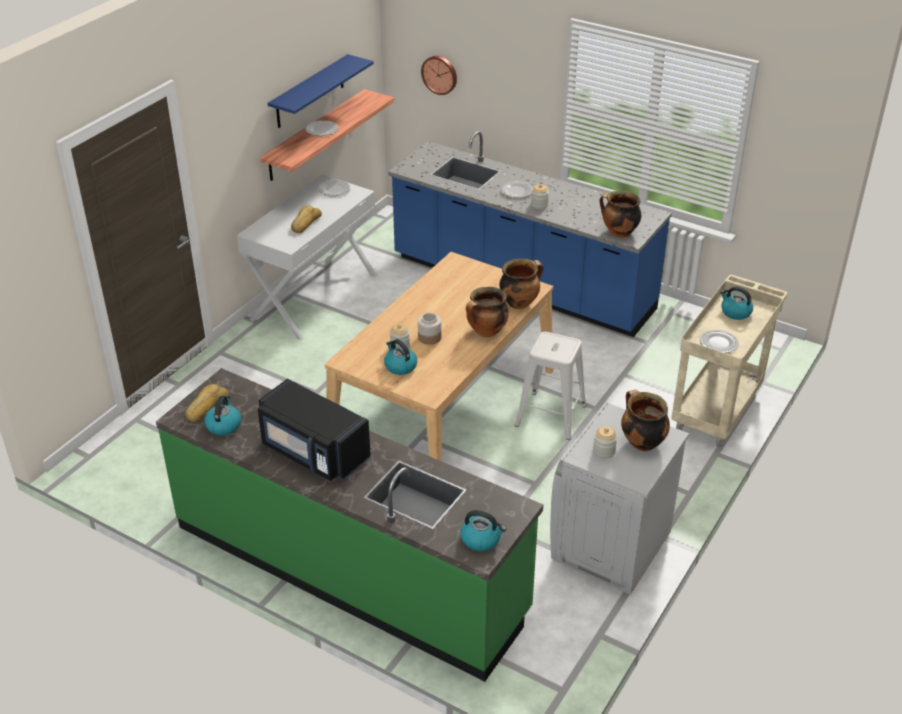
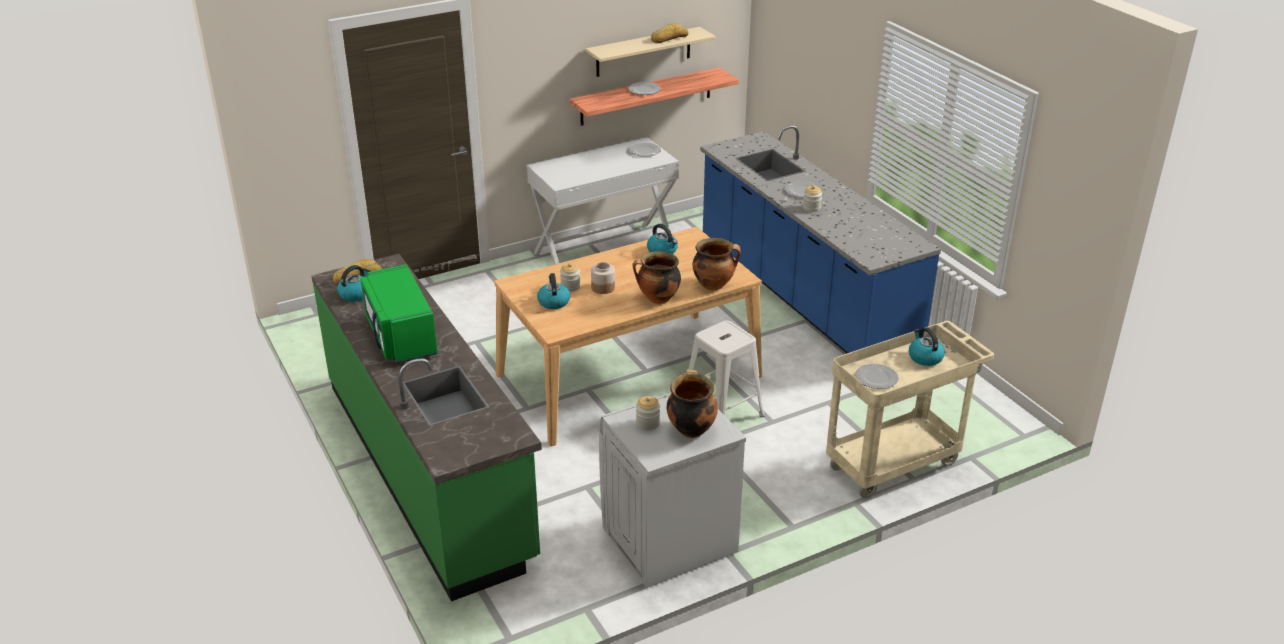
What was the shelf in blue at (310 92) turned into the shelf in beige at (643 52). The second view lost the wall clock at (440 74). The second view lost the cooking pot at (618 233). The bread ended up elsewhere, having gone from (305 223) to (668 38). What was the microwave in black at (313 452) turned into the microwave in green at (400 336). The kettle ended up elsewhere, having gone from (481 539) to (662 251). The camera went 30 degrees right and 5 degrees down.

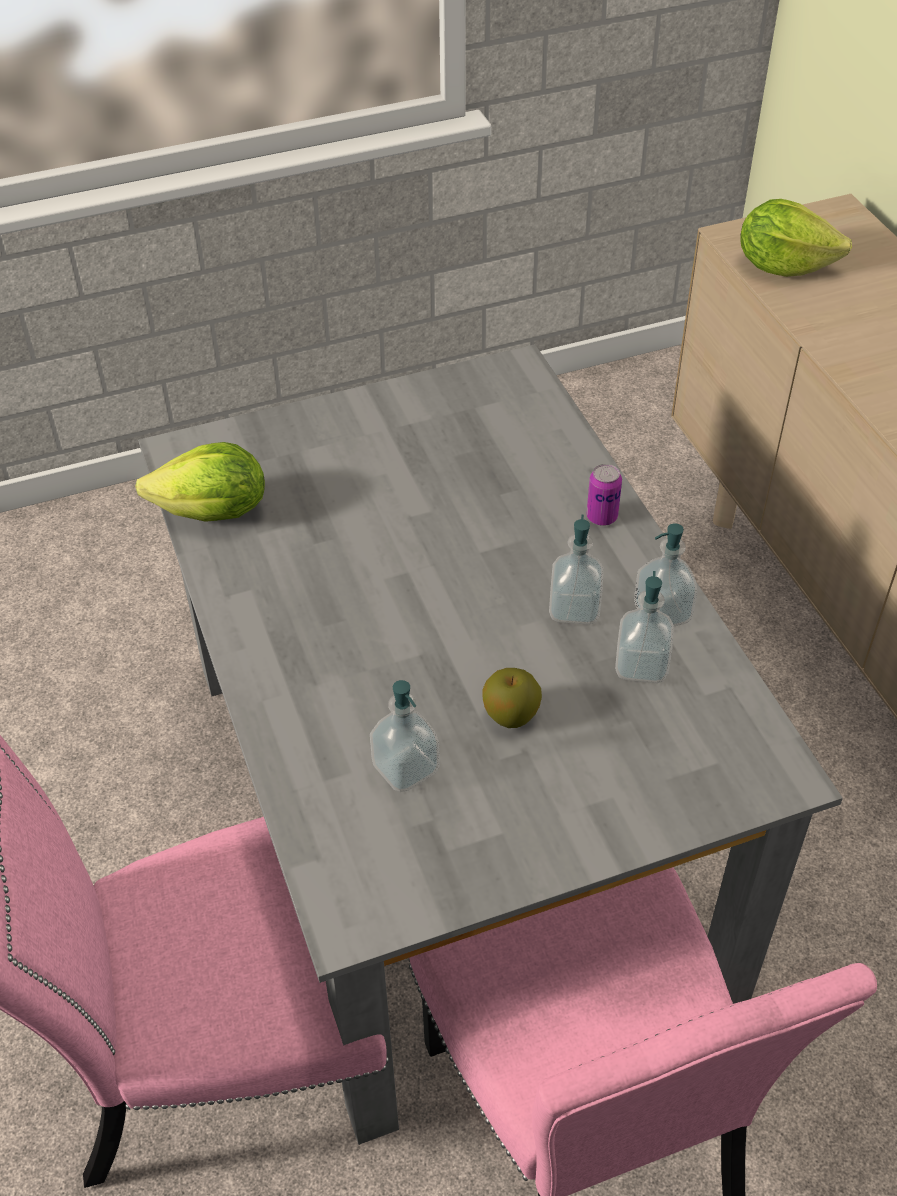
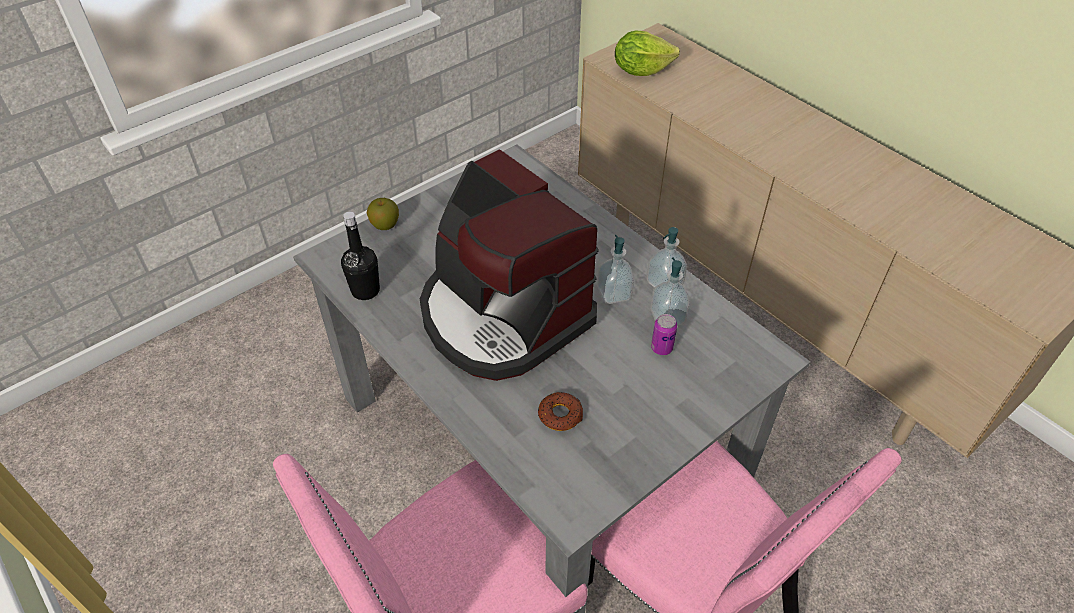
Where the lettuce stood at (213 513), the bottle in black came to stand at (365 290). The can ended up elsewhere, having gone from (601 517) to (661 348). The apple ended up elsewhere, having gone from (511 715) to (385 225). Where the soap dispenser stood at (405 768), the donut came to stand at (560 415). The second view gained the coffee machine at (502 316). The camera went 20 degrees left and 0 degrees up.

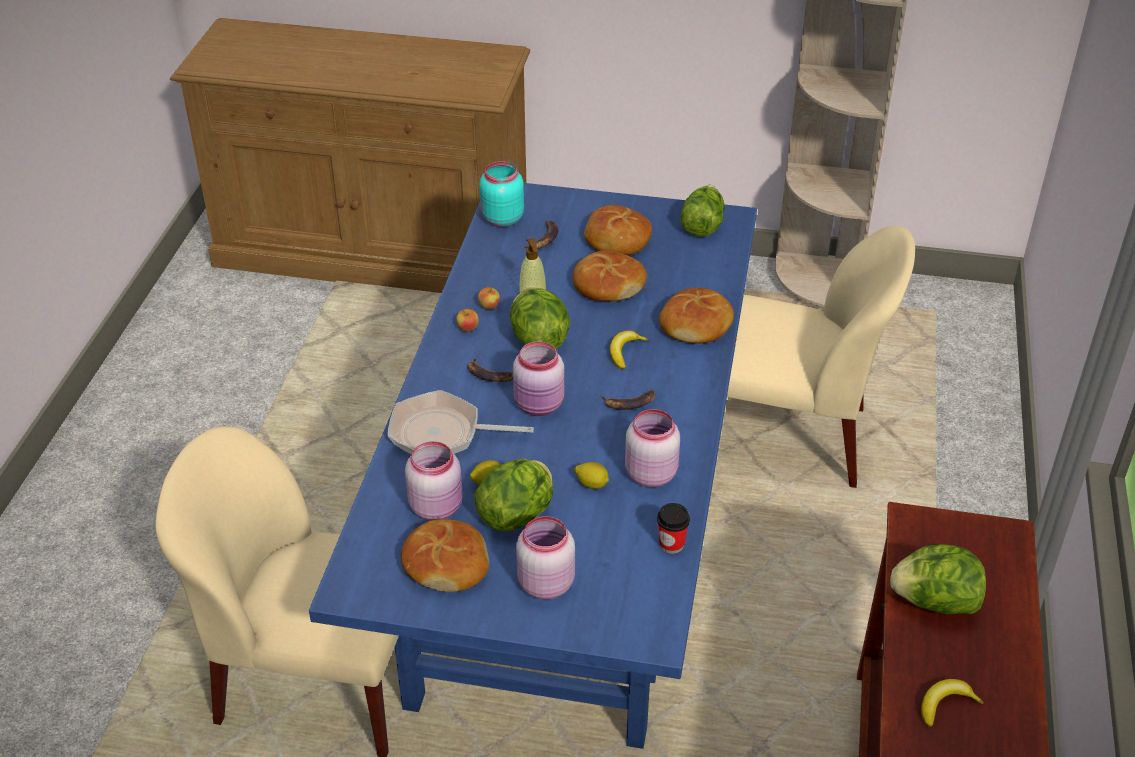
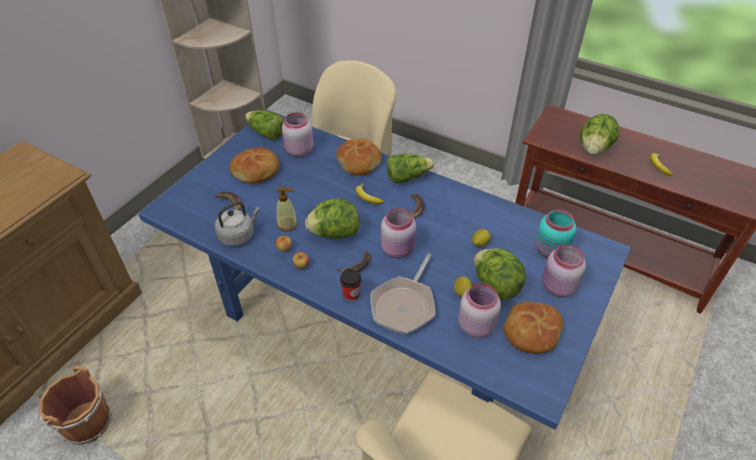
The jar in turquoise ended up elsewhere, having gone from (501 219) to (551 251). The second view lost the bread at (607 286). The jar in pink ended up elsewhere, having gone from (650 473) to (298 150). The cup ended up elsewhere, having gone from (671 544) to (351 294). The second view gained the lettuce at (407 177). The second view gained the kettle in grey at (238 235). The second view gained the bucket in brown at (85 423). The camera went 70 degrees left and 5 degrees up.

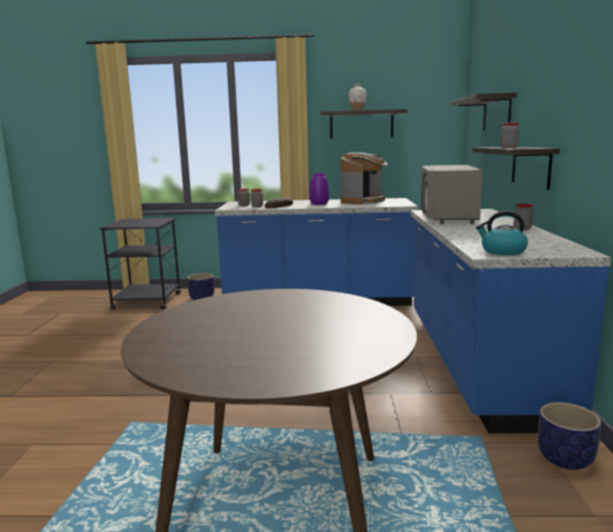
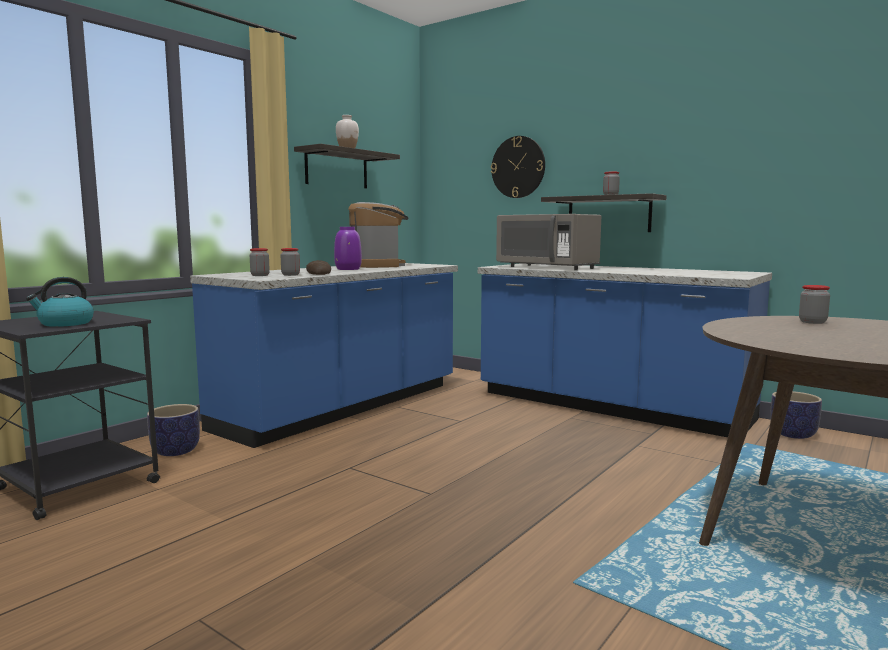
Where the shelf hung at (496 113), the wall clock came to hang at (518 167). The jar ended up elsewhere, having gone from (522 228) to (812 322). The kettle ended up elsewhere, having gone from (502 251) to (65 323). The camera went 55 degrees left and 5 degrees down.

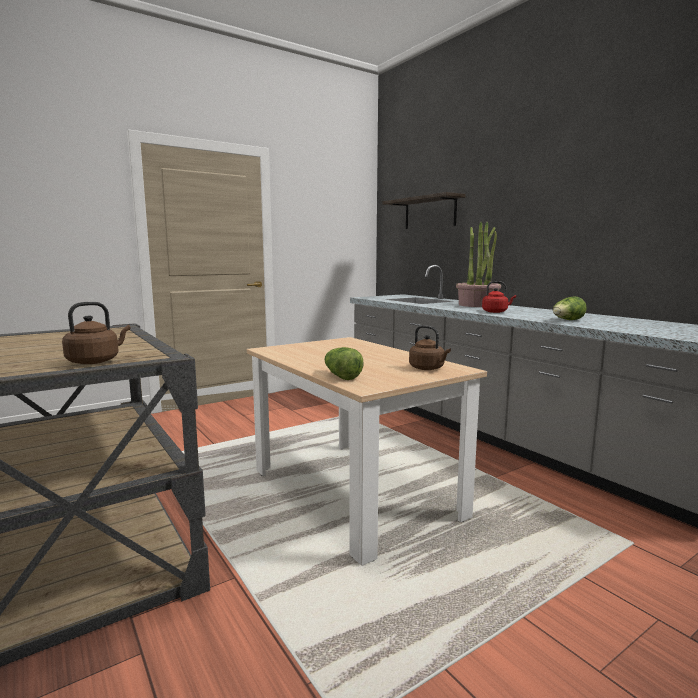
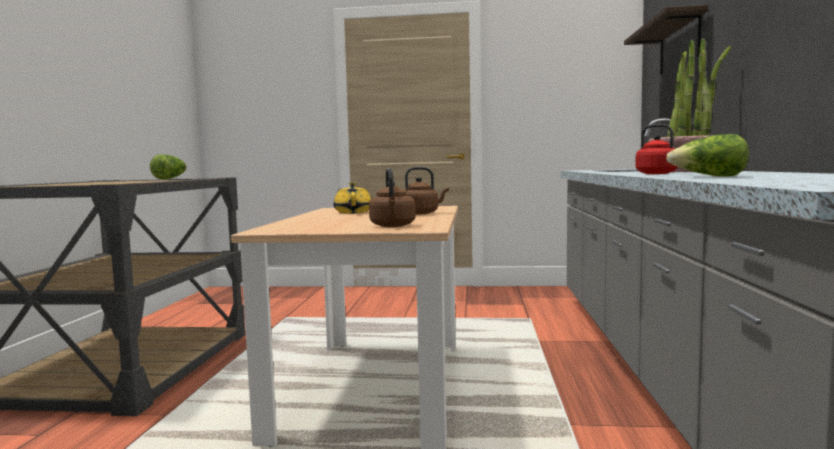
The kettle in brown ended up elsewhere, having gone from (96 361) to (422 213). The lettuce ended up elsewhere, having gone from (341 376) to (170 179). The second view gained the teapot in yellow at (353 212). The camera went 40 degrees right and 5 degrees down.

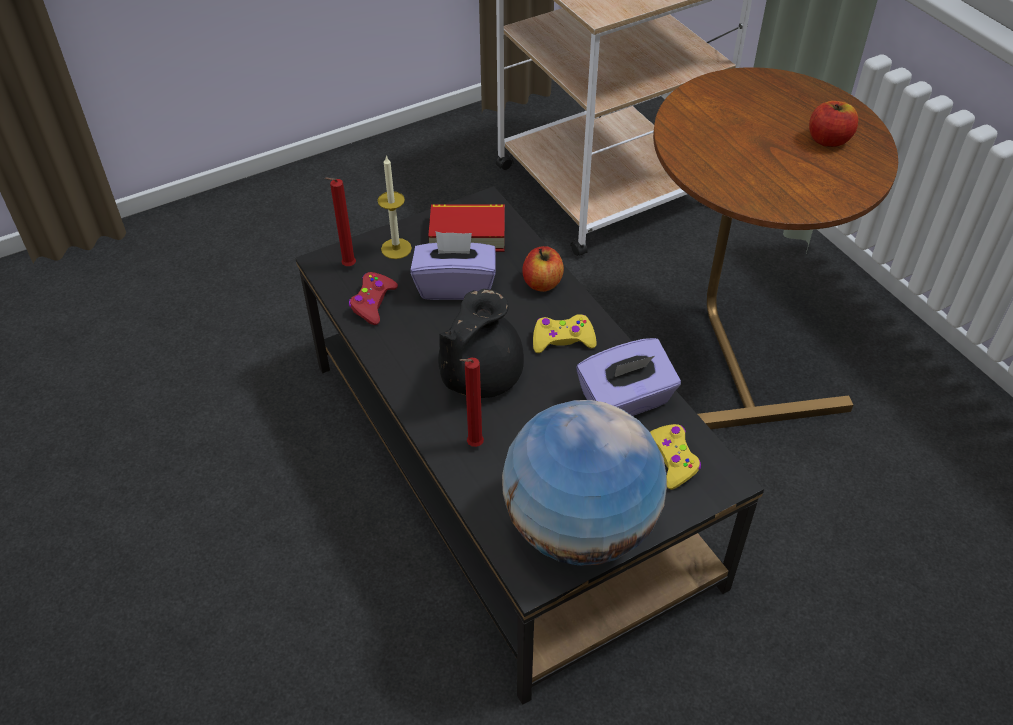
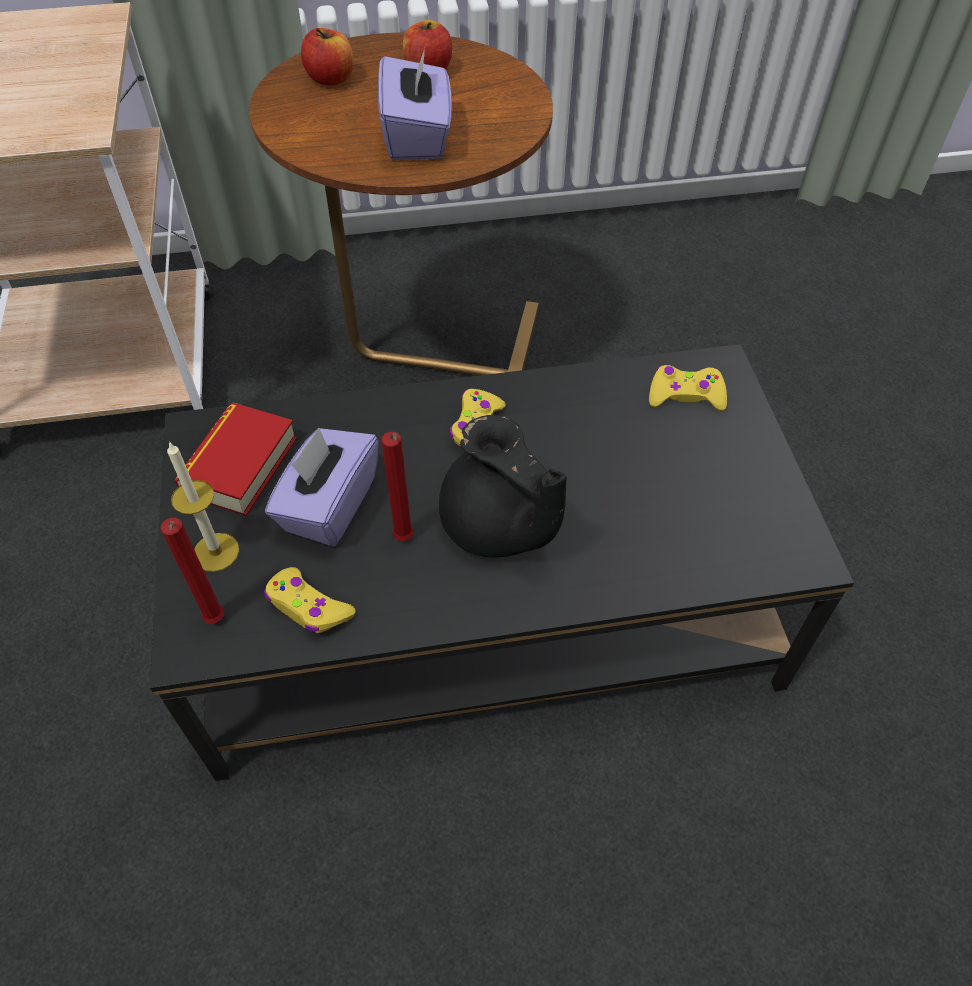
The apple ended up elsewhere, having gone from (542 283) to (331 79). What was the game controller in red at (373 303) turned into the game controller in yellow at (308 607). The tissue box in purple ended up elsewhere, having gone from (625 401) to (417 137). The candle in red ended up elsewhere, having gone from (473 445) to (404 540). The second view lost the globe at (579 527). The camera went 70 degrees left and 5 degrees up.

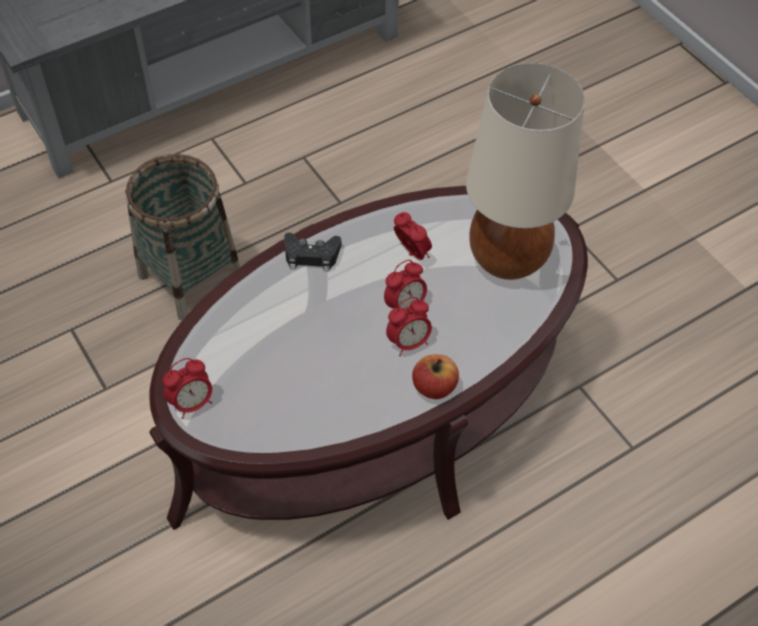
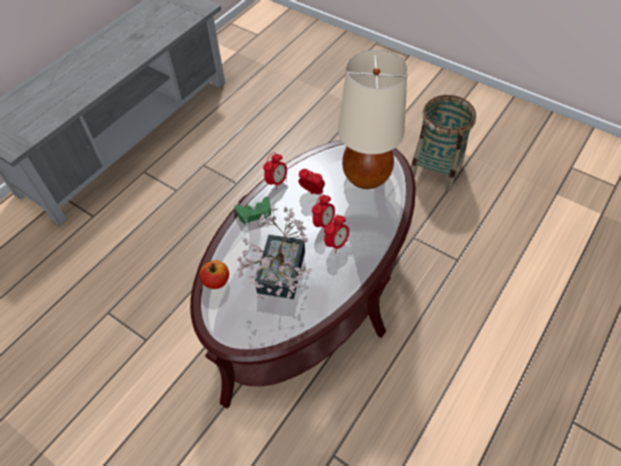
The basket ended up elsewhere, having gone from (190 277) to (435 169). What was the game controller in black at (311 255) turned into the game controller in green at (254 213). The apple ended up elsewhere, having gone from (434 387) to (216 281). The alarm clock ended up elsewhere, having gone from (192 403) to (276 182). The second view gained the potted plant at (279 278). The camera went 20 degrees left and 0 degrees up.

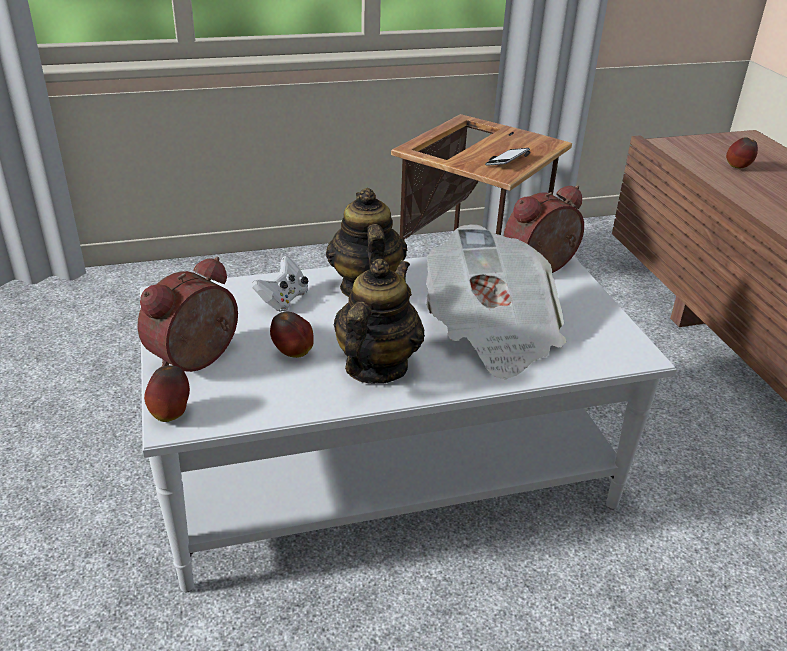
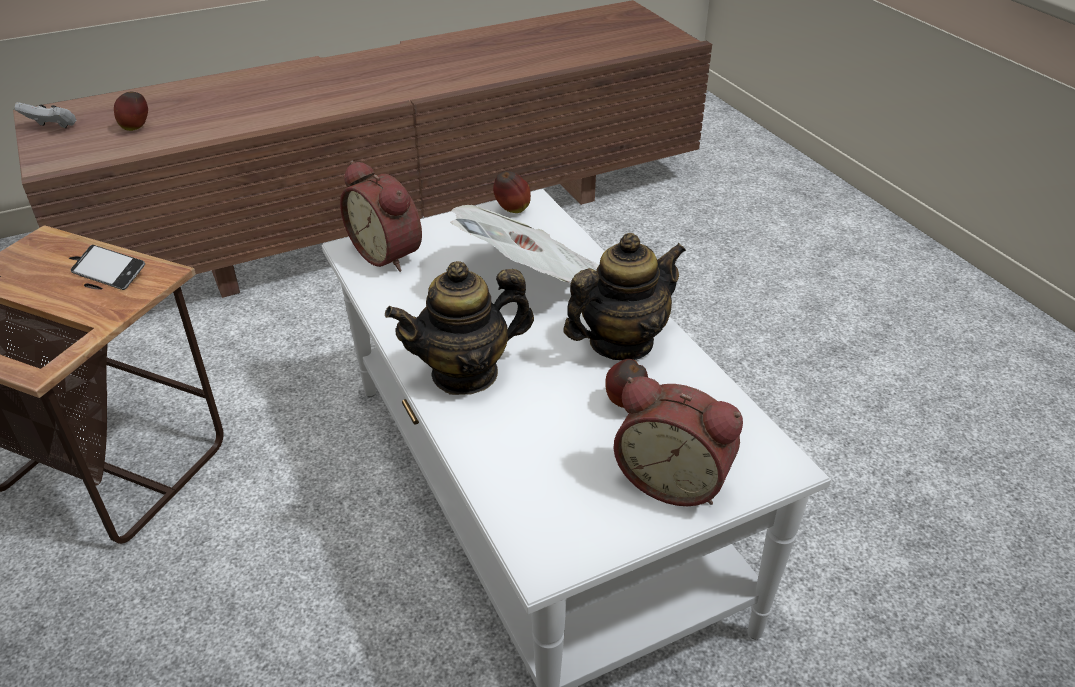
The game controller in white ended up elsewhere, having gone from (283 300) to (53 127). The teapot at (376 367) ended up facing another way, 135 degrees clockwise from before. The apple ended up elsewhere, having gone from (171 414) to (512 210). The camera went 100 degrees left and 5 degrees up.

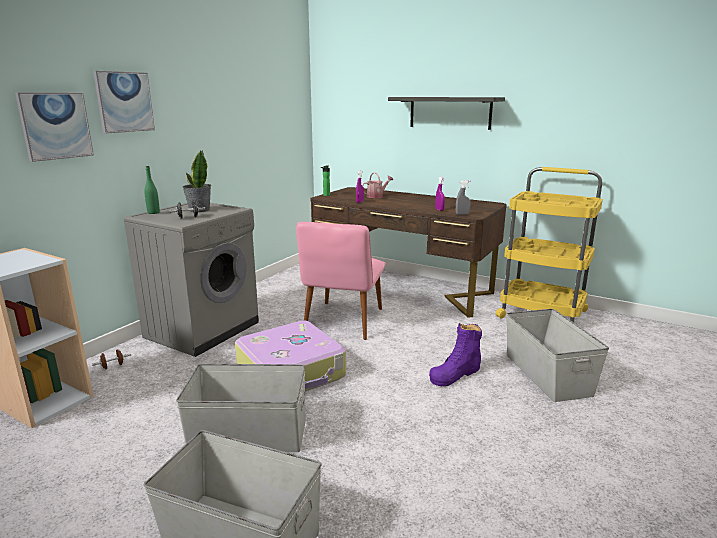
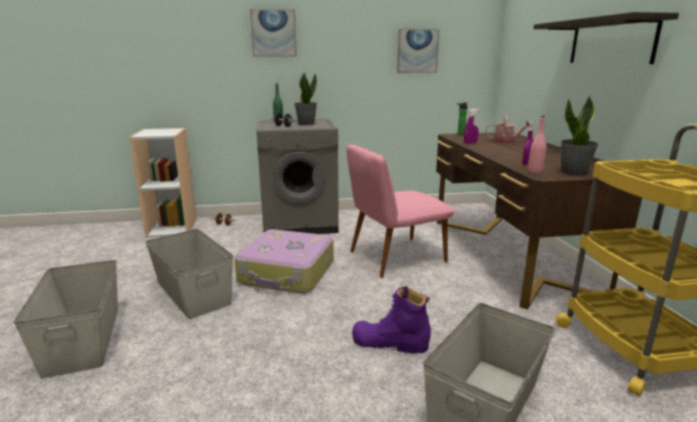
The picture ended up elsewhere, having gone from (55 126) to (417 51). Where the spray bottle in grey stood at (462 214), the bottle in pink came to stand at (535 172). The second view gained the potted plant at (574 172). The camera went 50 degrees right and 0 degrees up.

